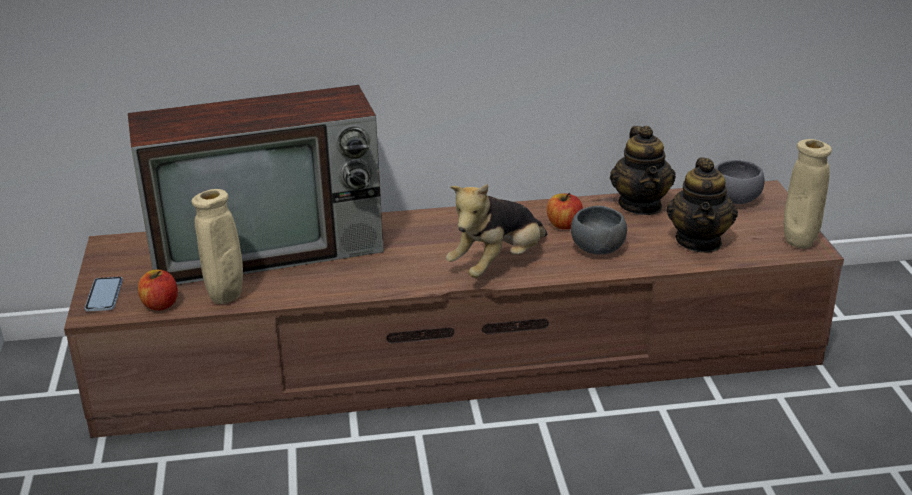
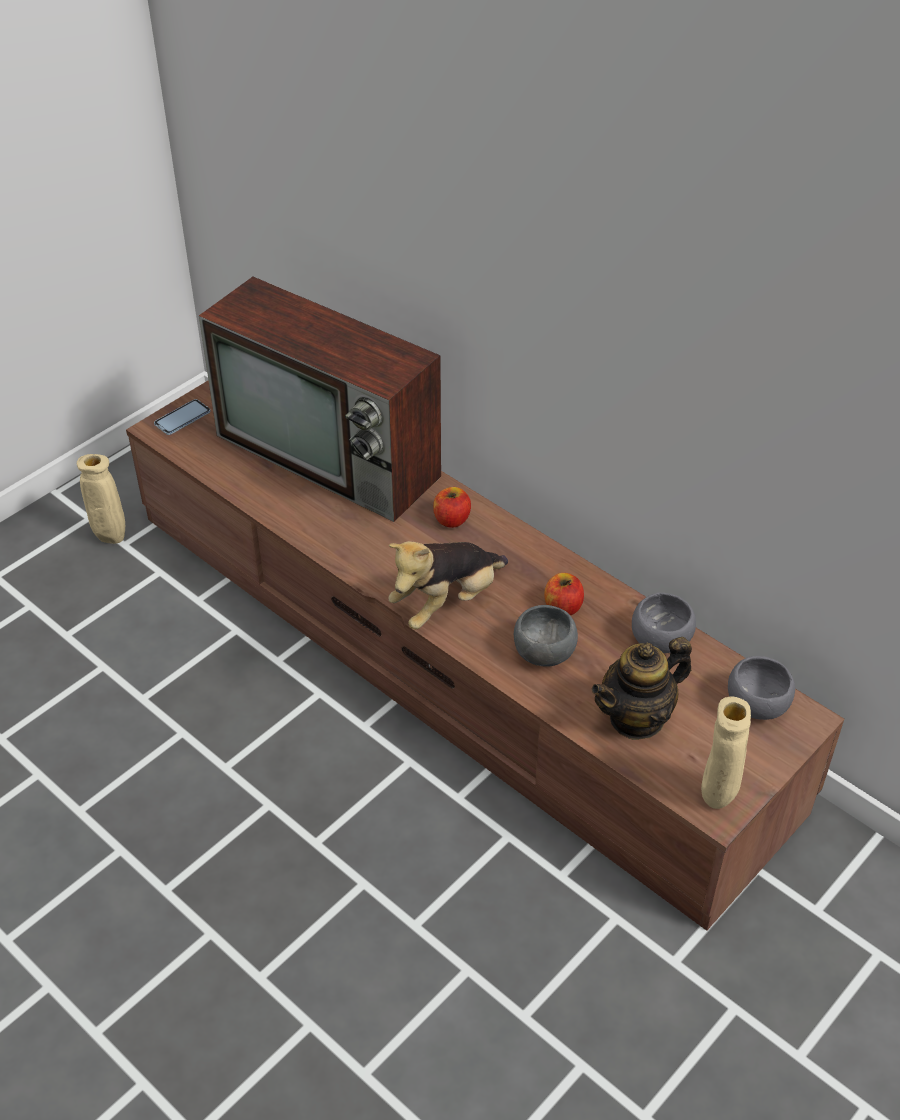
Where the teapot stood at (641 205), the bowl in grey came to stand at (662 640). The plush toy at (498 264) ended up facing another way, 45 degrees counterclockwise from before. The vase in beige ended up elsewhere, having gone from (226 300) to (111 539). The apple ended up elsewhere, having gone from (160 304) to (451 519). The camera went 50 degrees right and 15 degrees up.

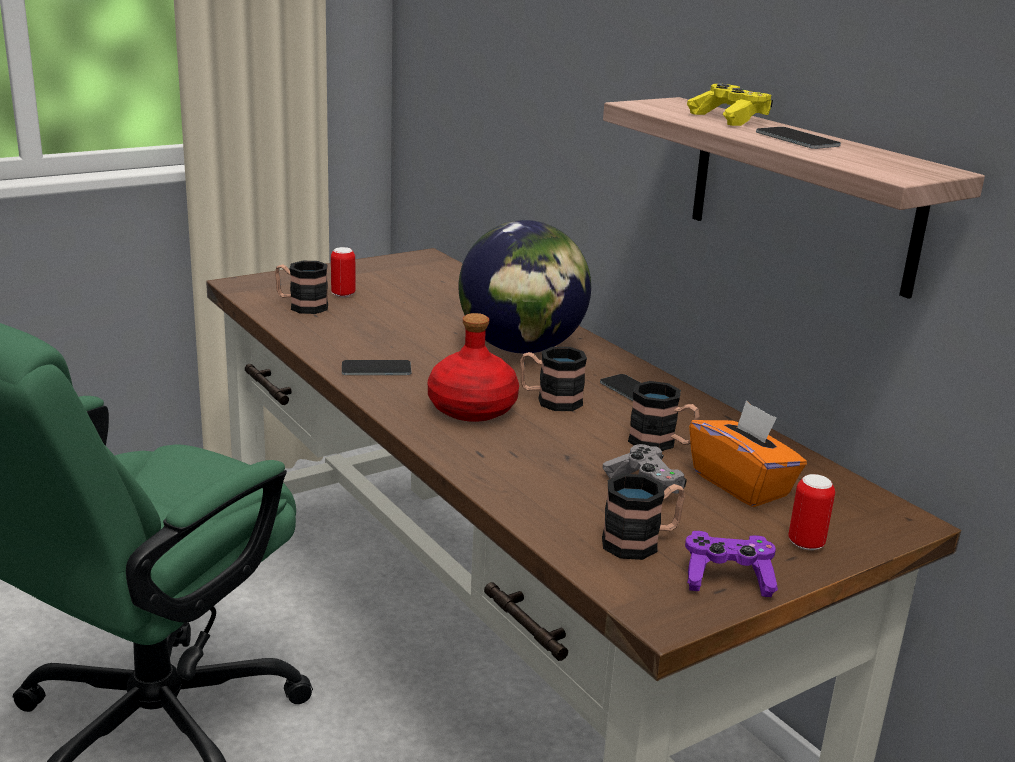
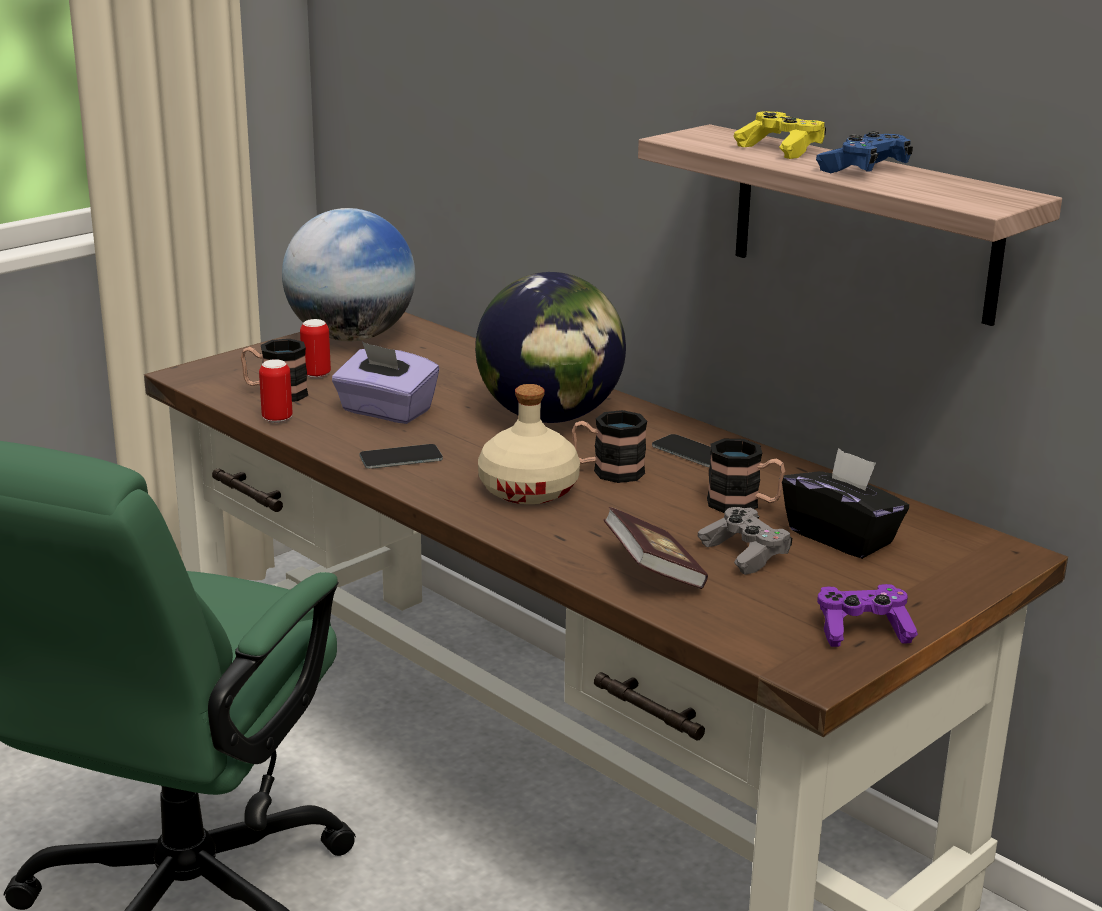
Where the phone stood at (797 139), the game controller in blue came to stand at (863 170). What was the bottle in red at (472 408) turned into the bottle in beige at (528 489). What was the tissue box in orange at (741 484) turned into the tissue box in black at (841 537). The second view lost the mug at (641 542). The can ended up elsewhere, having gone from (806 543) to (277 419). The second view gained the globe at (351 337). The second view gained the tissue box in purple at (386 411). The second view gained the book at (653 572). The camera went 10 degrees left and 0 degrees up.

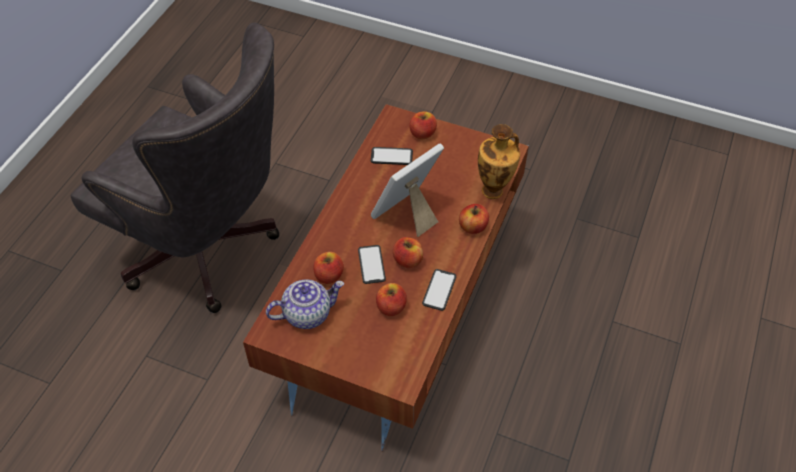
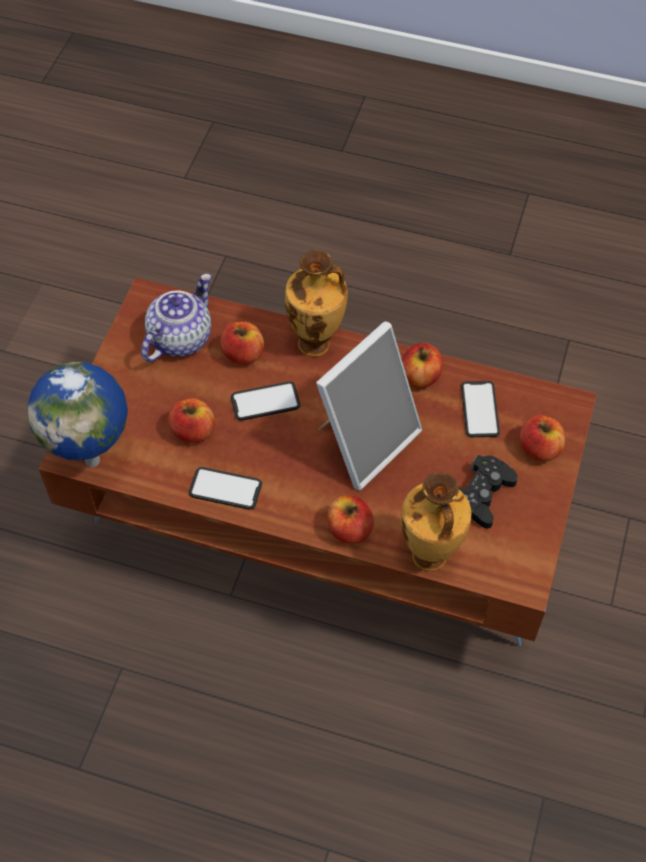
The second view lost the office chair in grey at (208 253). The picture frame at (408 214) ended up facing another way, 90 degrees clockwise from before. The apple ended up elsewhere, having gone from (408 260) to (420 377). The teapot at (307 313) ended up facing another way, 120 degrees counterclockwise from before. The second view gained the vase at (316 345). The second view gained the globe at (94 459). The second view gained the game controller in black at (483 495). The camera went 85 degrees right and 5 degrees up.

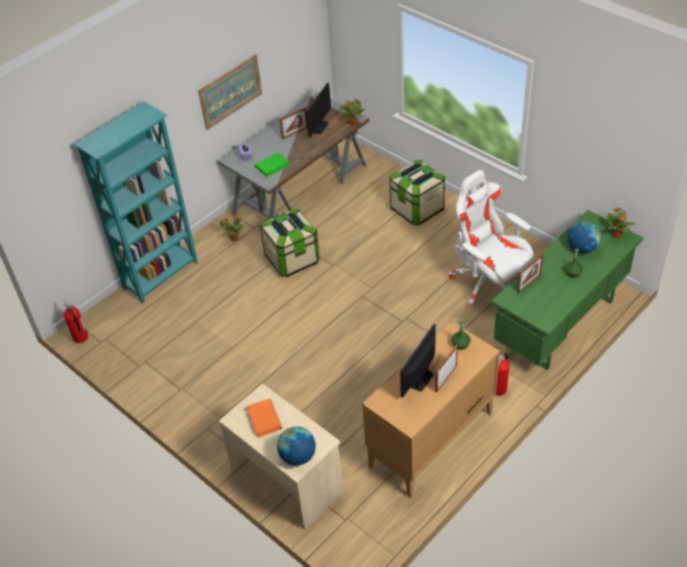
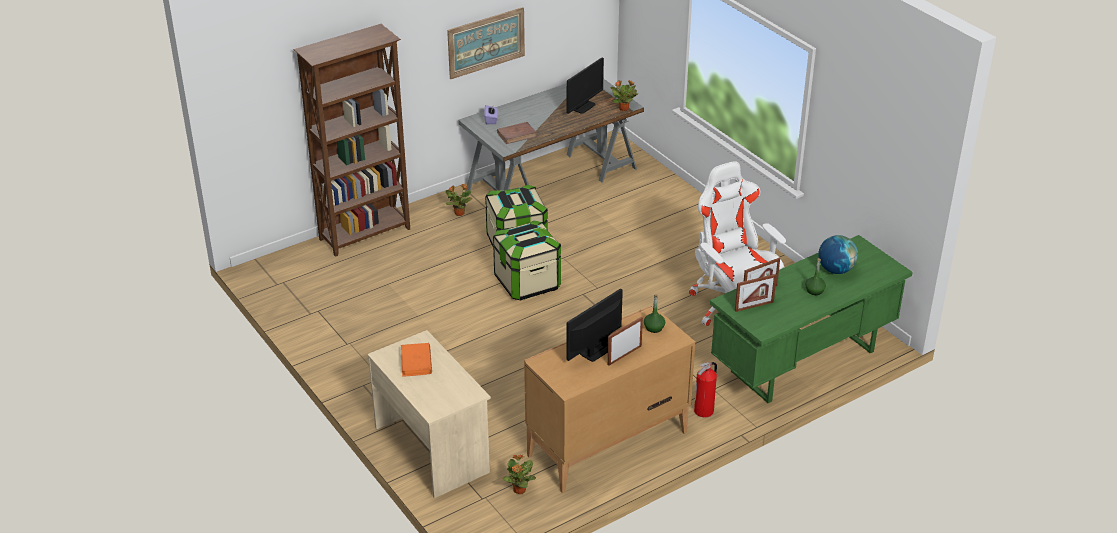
What was the bookcase in turquoise at (162 275) turned into the bookcase in brown at (366 234). The picture frame ended up elsewhere, having gone from (295 133) to (754 306). What was the book in green at (272 166) turned into the book in brown at (517 135). The storage box ended up elsewhere, having gone from (417 209) to (527 283). The potted plant ended up elsewhere, having gone from (617 235) to (519 490). The second view lost the fire extinguisher at (80 338). The second view lost the globe at (298 456). The camera went 10 degrees right and 10 degrees down.

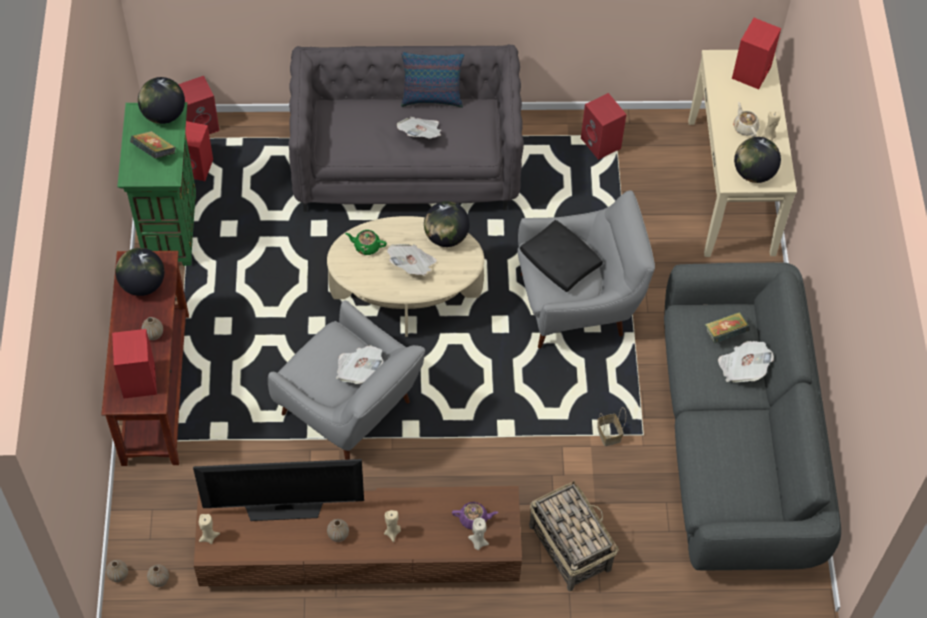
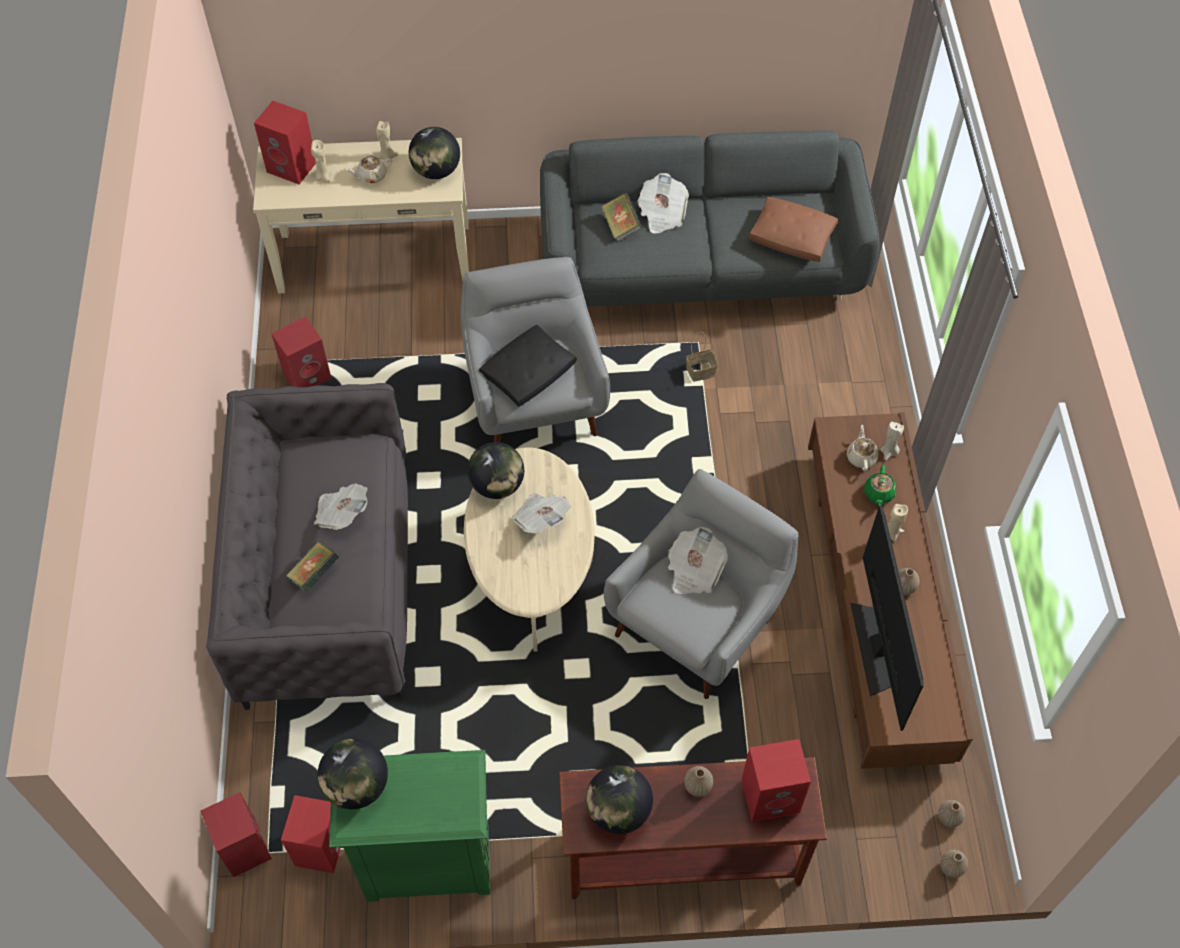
The second view lost the pillow in blue at (432 99). The book ended up elsewhere, having gone from (154 152) to (315 574). The teapot in green ended up elsewhere, having gone from (366 246) to (878 493). The second view lost the basket at (569 546). What was the teapot in purple at (474 519) turned into the teapot in beige at (861 457). The candle in beige ended up elsewhere, having gone from (209 537) to (323 177). The second view gained the pillow in brown at (792 237). The camera went 90 degrees left and 0 degrees up.

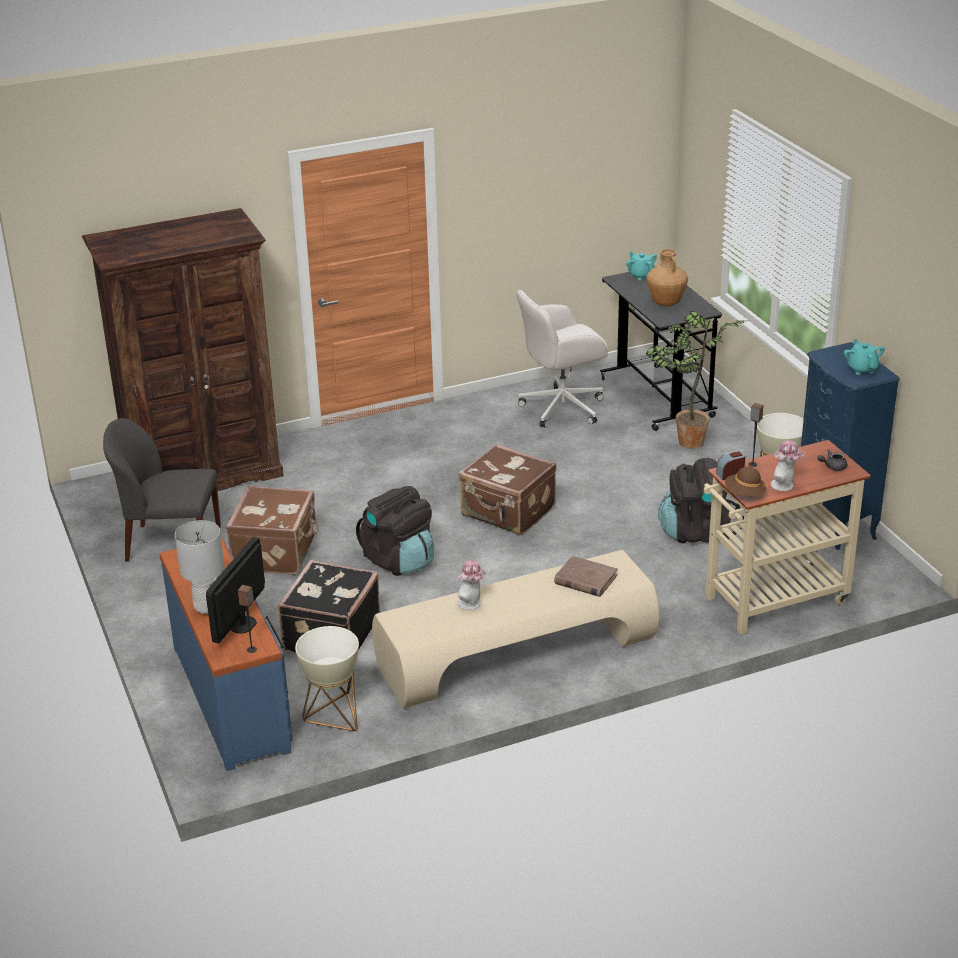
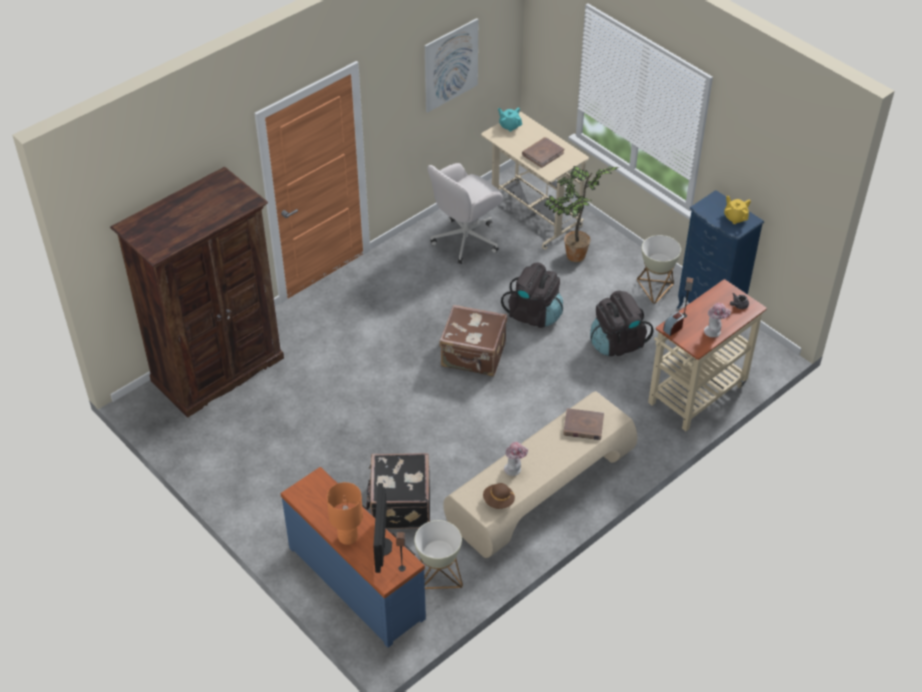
Where the vase in brown stood at (666 303), the book in brown came to stand at (543 154). What was the desk in black at (657 398) turned into the desk in beige at (531 215). What was the teapot in turquoise at (862 369) turned into the teapot in yellow at (735 217). The second view lost the chair in grey at (171 544). The hat in brown ended up elsewhere, having gone from (744 494) to (498 501). The second view lost the suitcase in brown at (277 552). The backpack in black ended up elsewhere, having gone from (399 560) to (534 314). What was the table lamp in grey at (207 609) turned into the table lamp in orange at (348 538). The second view gained the picture at (451 65). The camera went 20 degrees left and 15 degrees up.

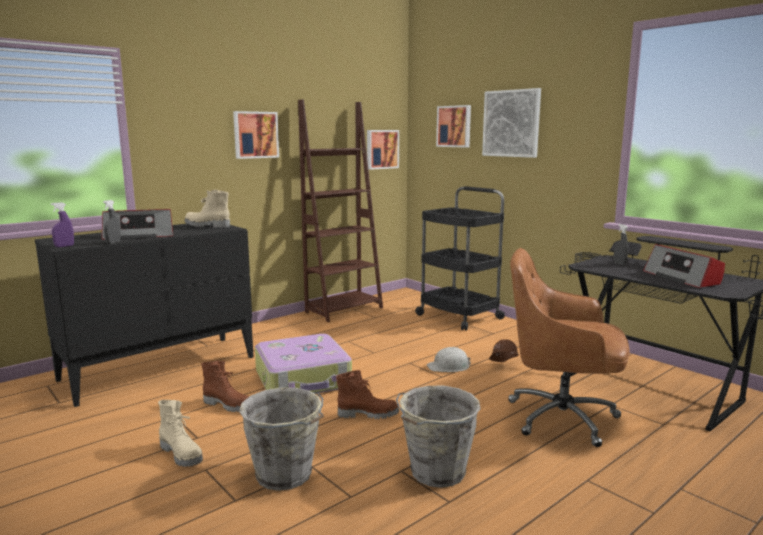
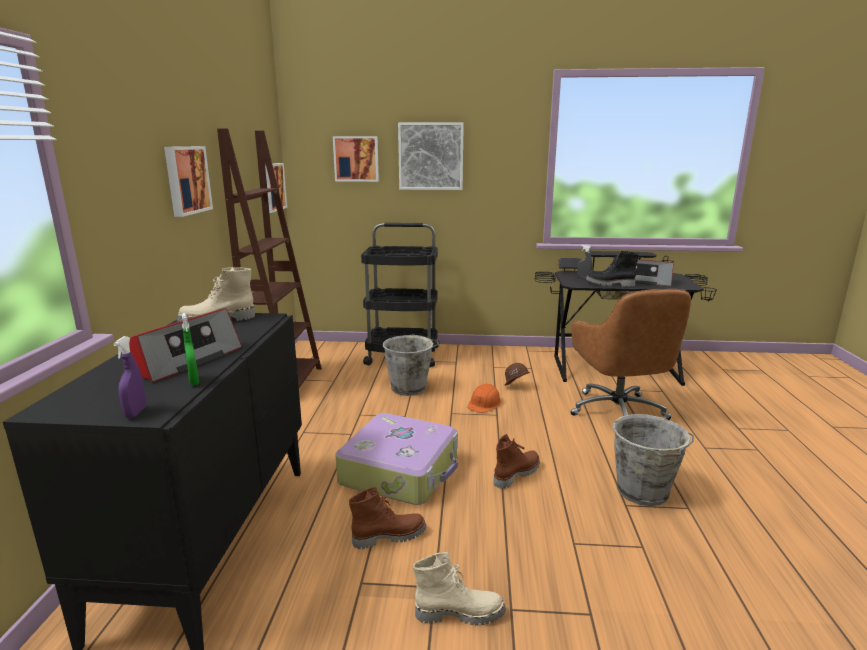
What was the spray bottle in grey at (113 242) turned into the spray bottle in green at (194 381). The office chair in brown at (561 417) ended up facing another way, 75 degrees counterclockwise from before. What was the hard hat in white at (449 366) turned into the hard hat in orange at (484 403). The bucket in grey ended up elsewhere, having gone from (285 475) to (410 388). The second view gained the boot in black at (610 284). The camera went 45 degrees left and 5 degrees up.

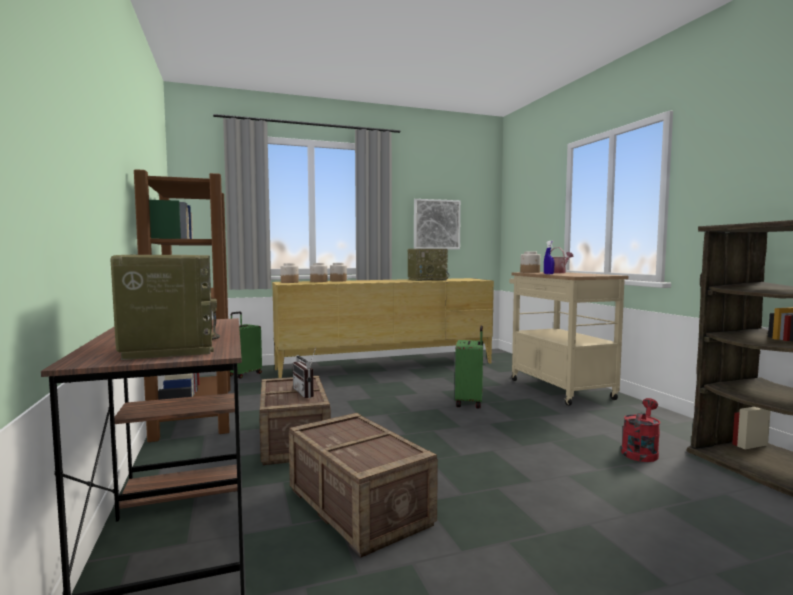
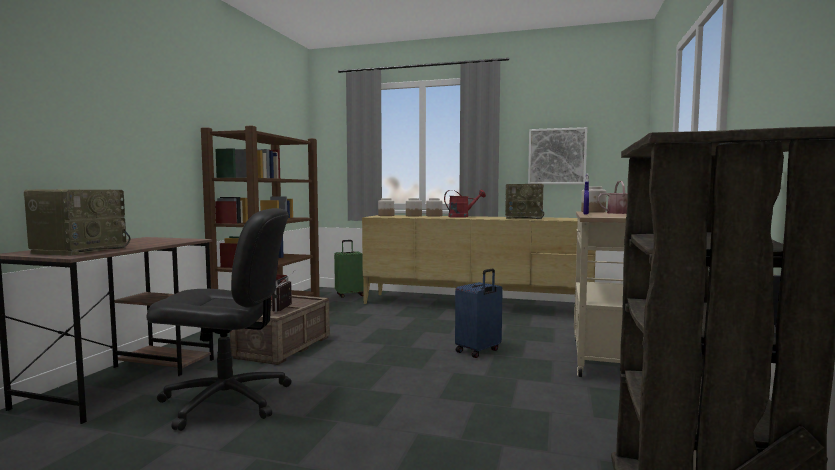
What was the suitcase in green at (470 402) turned into the suitcase in blue at (478 351). The watering can in red ended up elsewhere, having gone from (640 452) to (462 216). Where the crate stood at (359 506), the office chair in black came to stand at (226 400). The camera went 35 degrees right and 0 degrees up.

